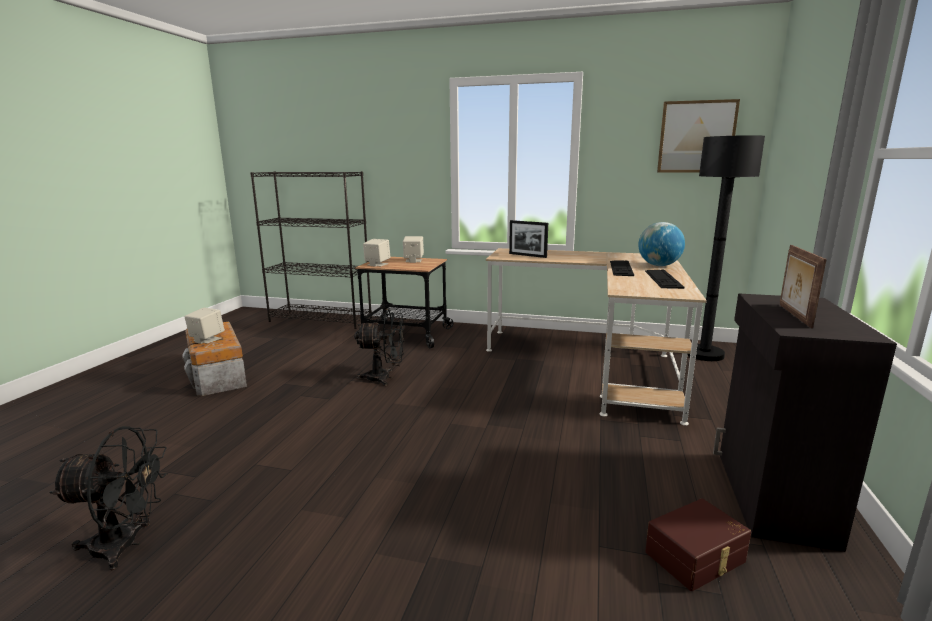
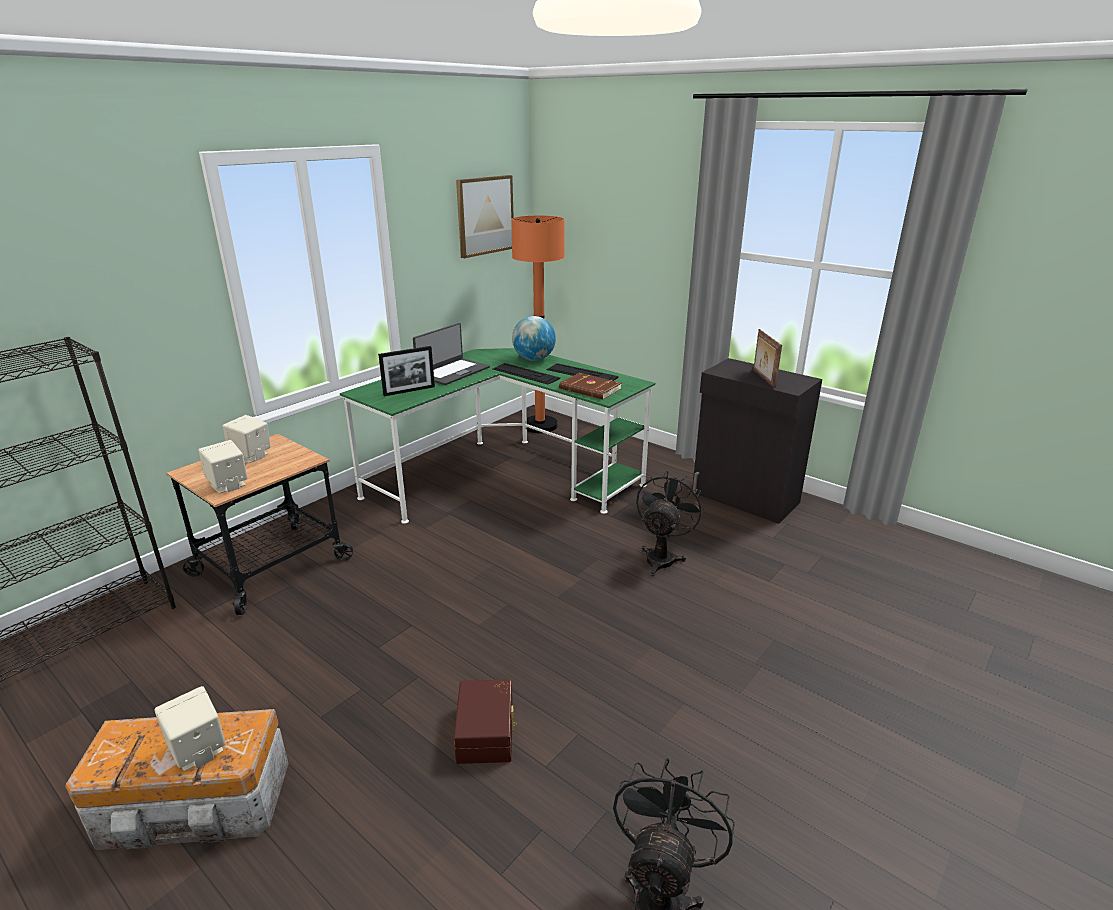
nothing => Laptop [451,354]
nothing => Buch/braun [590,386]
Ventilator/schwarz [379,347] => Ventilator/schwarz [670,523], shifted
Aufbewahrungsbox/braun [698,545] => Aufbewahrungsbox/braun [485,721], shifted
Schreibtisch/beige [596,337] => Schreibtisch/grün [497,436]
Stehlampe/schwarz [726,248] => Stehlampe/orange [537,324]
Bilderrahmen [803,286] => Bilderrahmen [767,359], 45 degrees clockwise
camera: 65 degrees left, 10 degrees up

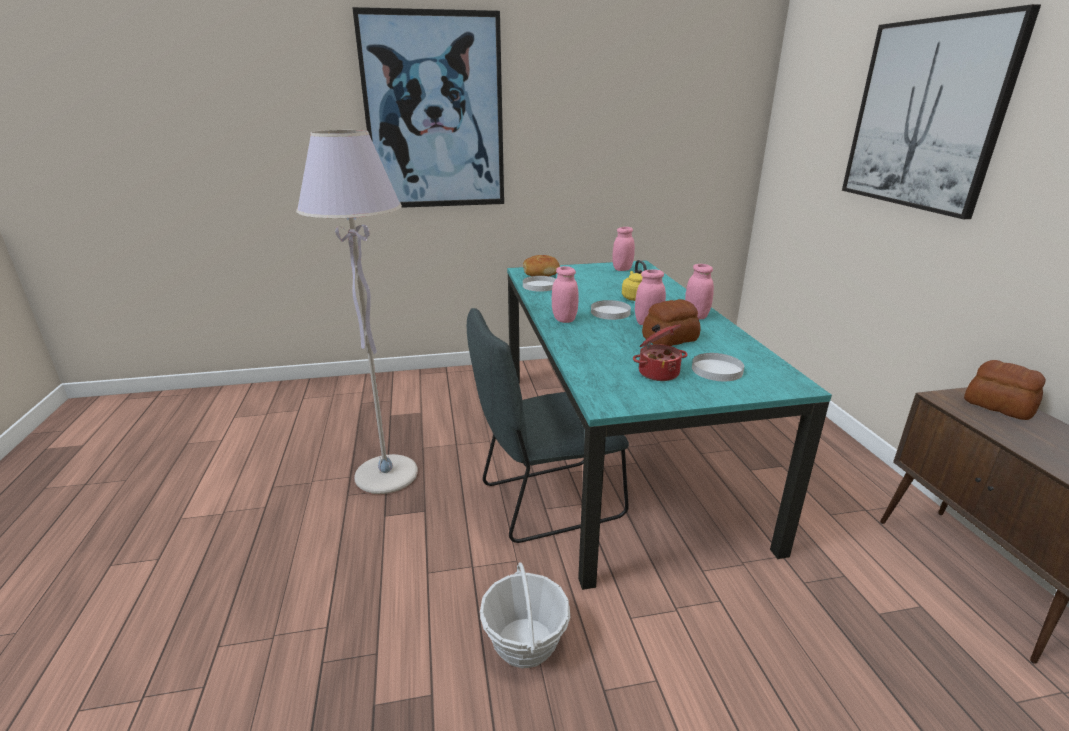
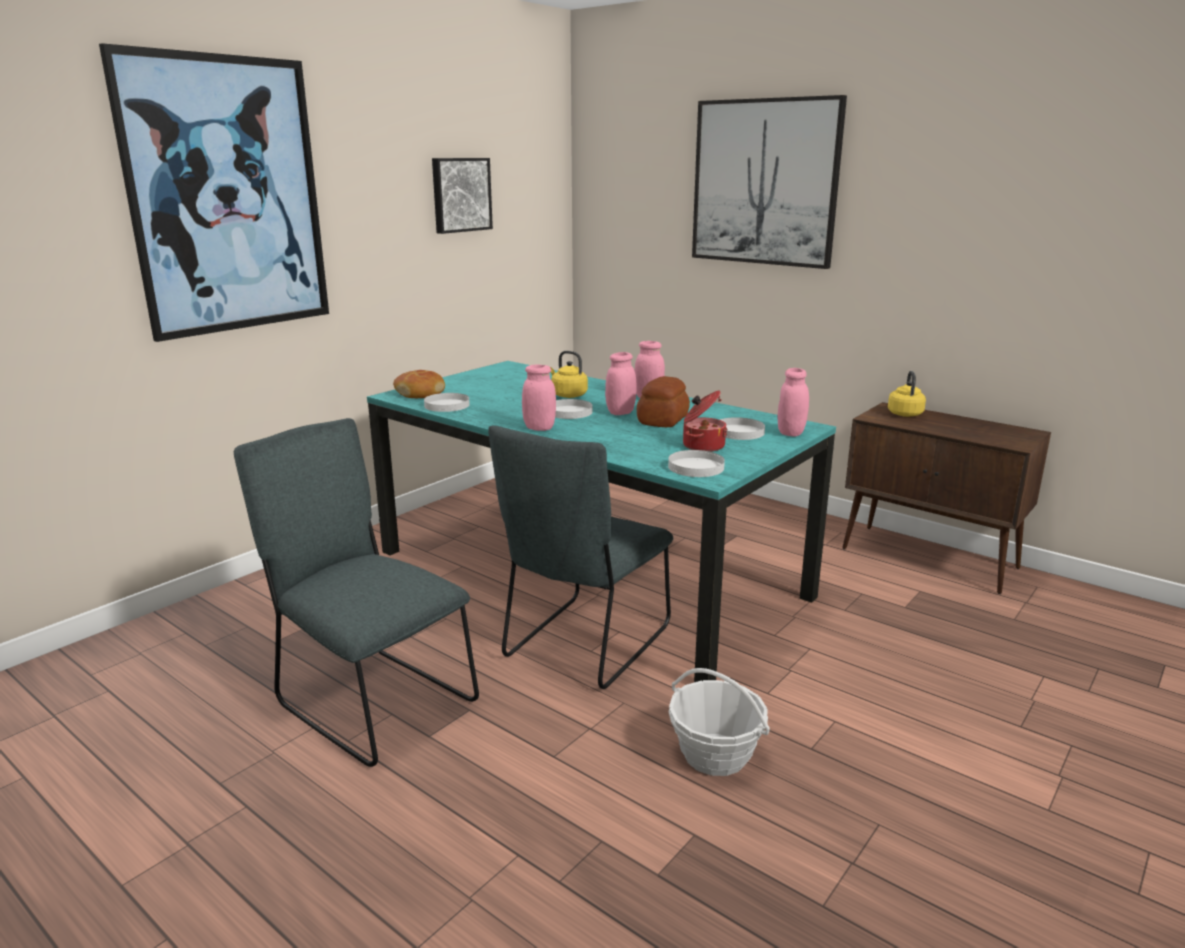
nothing => Bild [462,196]
nothing => Teller/weiß [696,463]
Vorratsglas/rosa [623,249] => Vorratsglas/rosa [793,402], shifted
Stehlampe/grau [357,312] => Stuhl/grau [356,592]
Brot [1005,390] => Wasserkessel/gelb [907,394]
camera: 40 degrees left, 5 degrees down

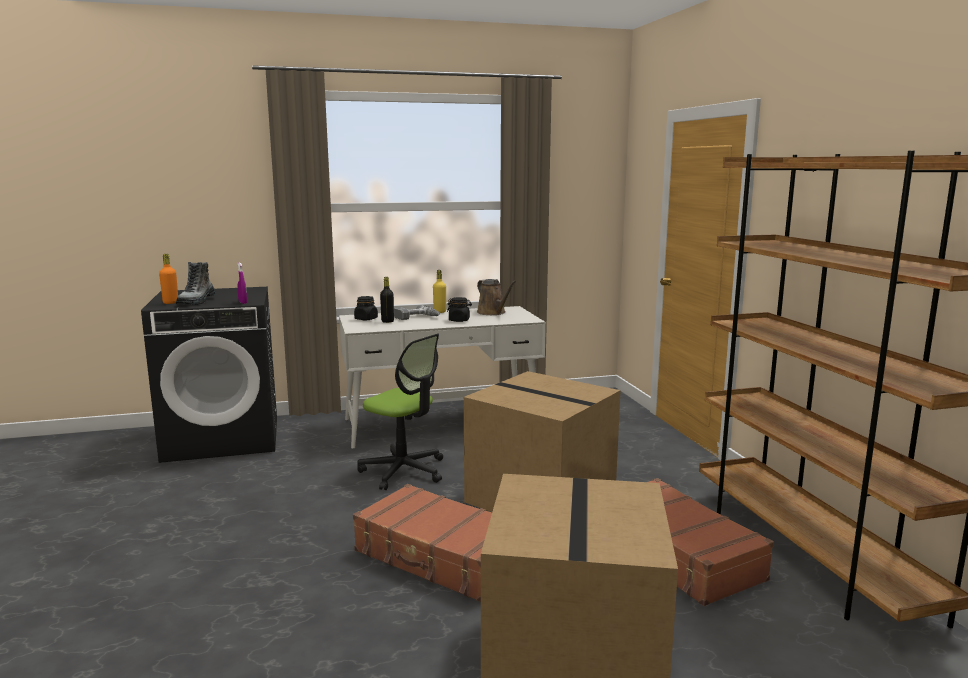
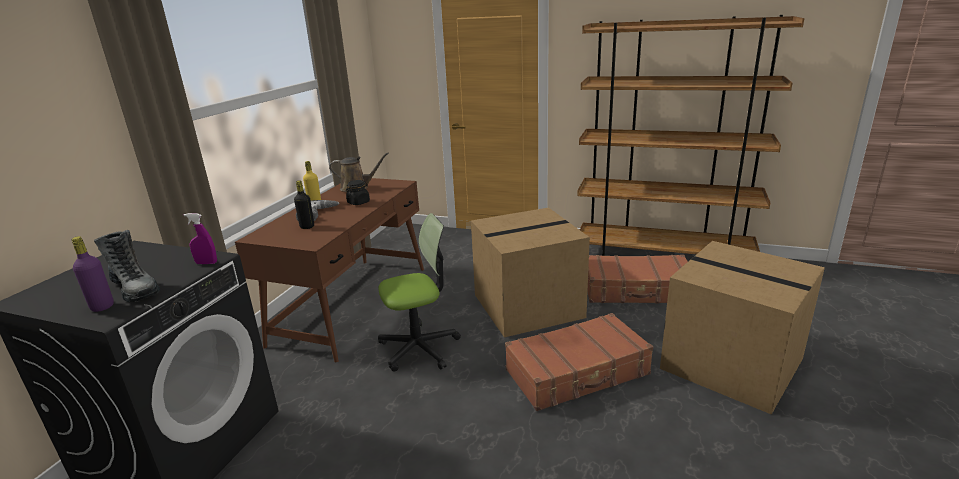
Vorratsglas/schwarz [366,308] => nothing
Flasche/orange [168,279] => Flasche/lila [93,274]
Schreibtisch/weiß [442,377] => Schreibtisch/braun [329,270]
camera: 55 degrees left, 10 degrees up

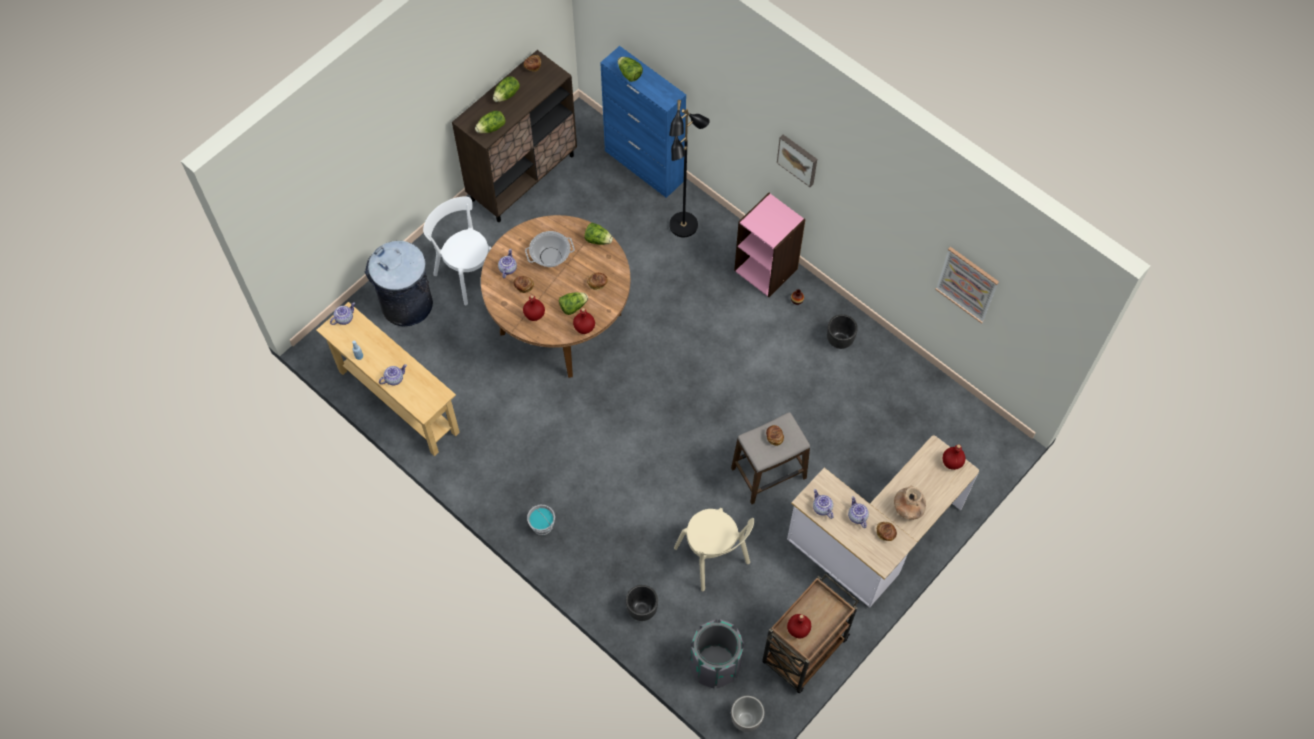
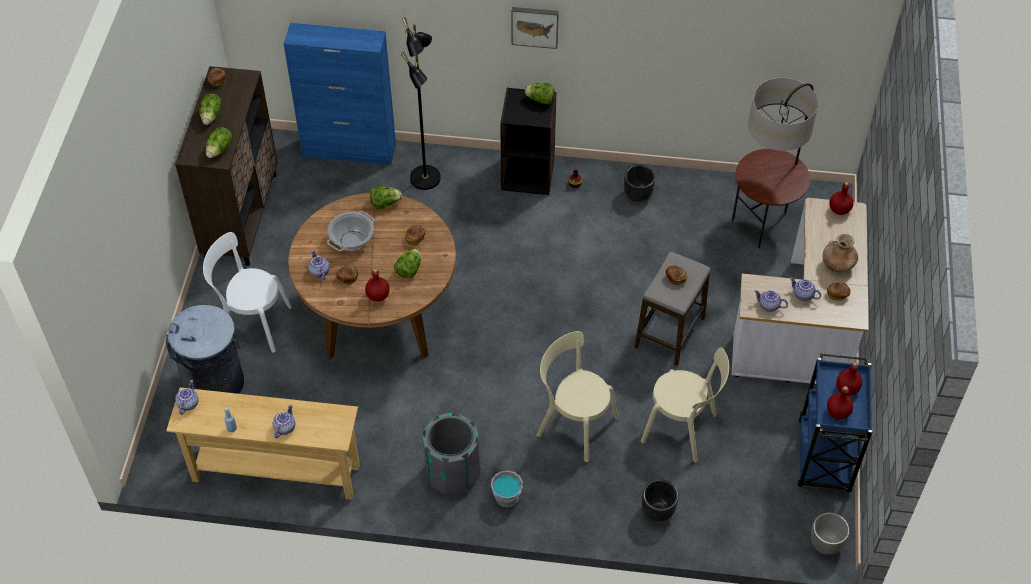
Bild [967,285] => nothing
nothing => Stuhl/beige [577,396]
nothing => Stehlampe [775,163]
Flasche/rot [584,321] => Flasche/rot [849,378], shifted
Salatkopf [630,69] => Salatkopf [539,94], shifted
Mülleimer/grau [717,653] => Mülleimer/grau [451,453], shifted
Bücherregal/rosa [770,245] => Bücherregal/schwarz [528,141]
Rollwagen/braun [810,633] => Rollwagen/blau [835,422]
camera: 35 degrees left, 10 degrees down

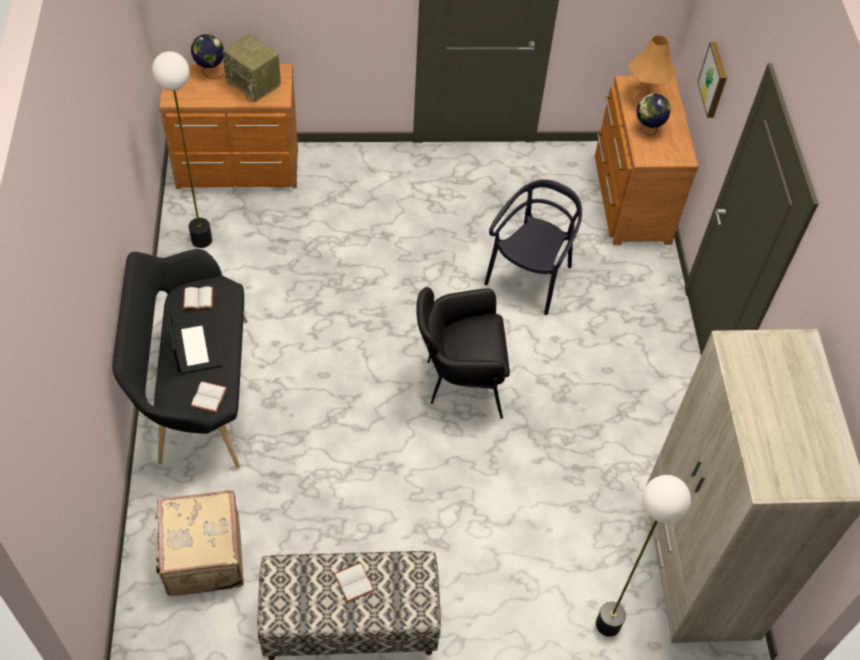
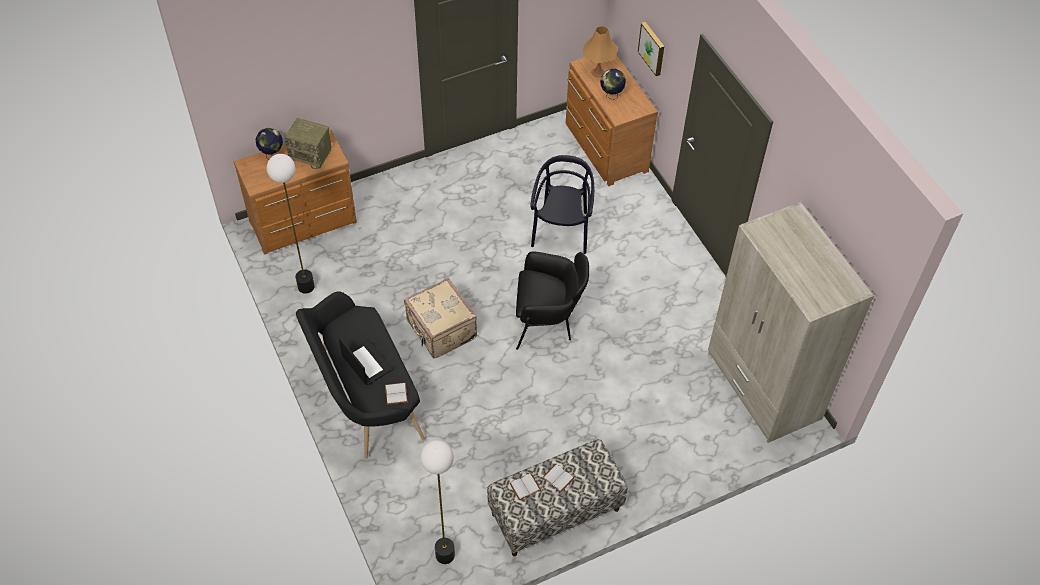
Koffer/beige [199,543] => Koffer/beige [440,318], shifted
Buch/weiß [198,297] => Buch/weiß [525,487], shifted
Stehlampe [643,556] => Stehlampe [437,502], shifted
Sessel/schwarz [463,353] => Sessel/schwarz [552,300], 150 degrees counterclockwise
camera: 20 degrees left, 0 degrees up

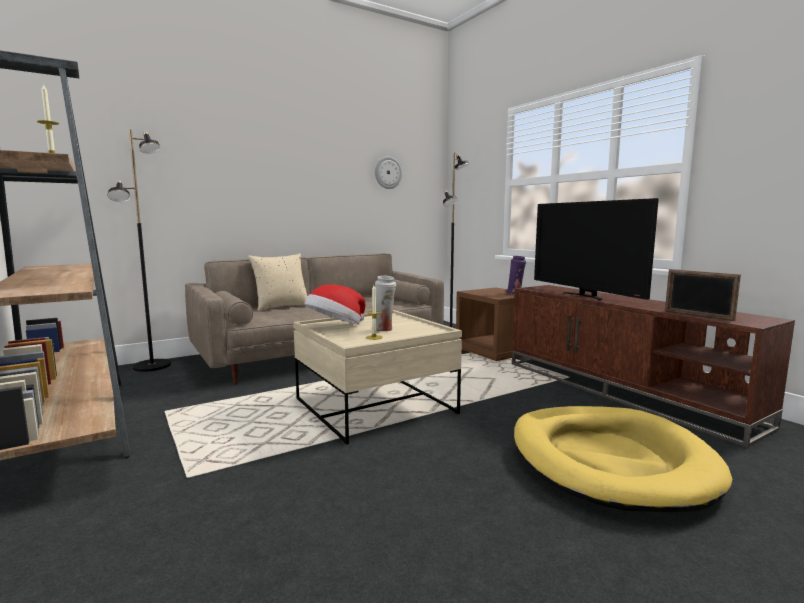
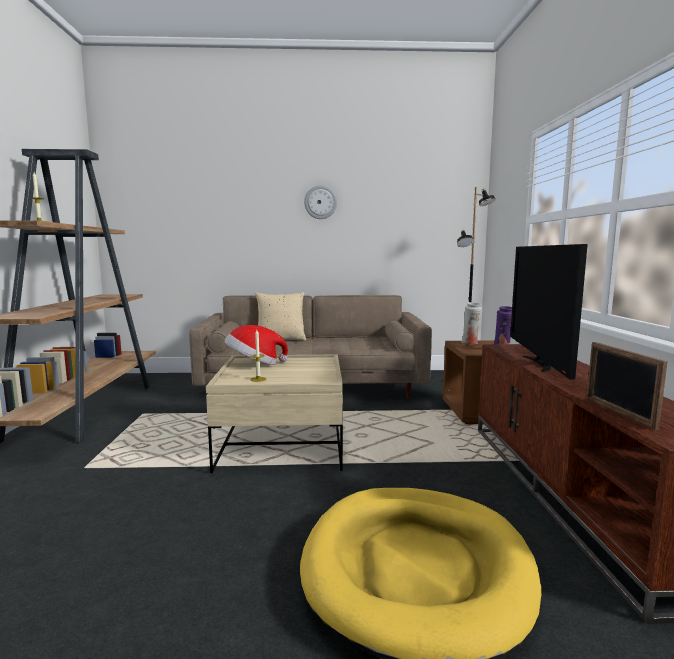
Stehlampe/schwarz [139,250] => nothing
Wanduhr [388,172] => Wanduhr [320,202], shifted
Vase/weiß [385,303] => Vase/weiß [471,323], shifted
camera: 30 degrees right, 0 degrees up

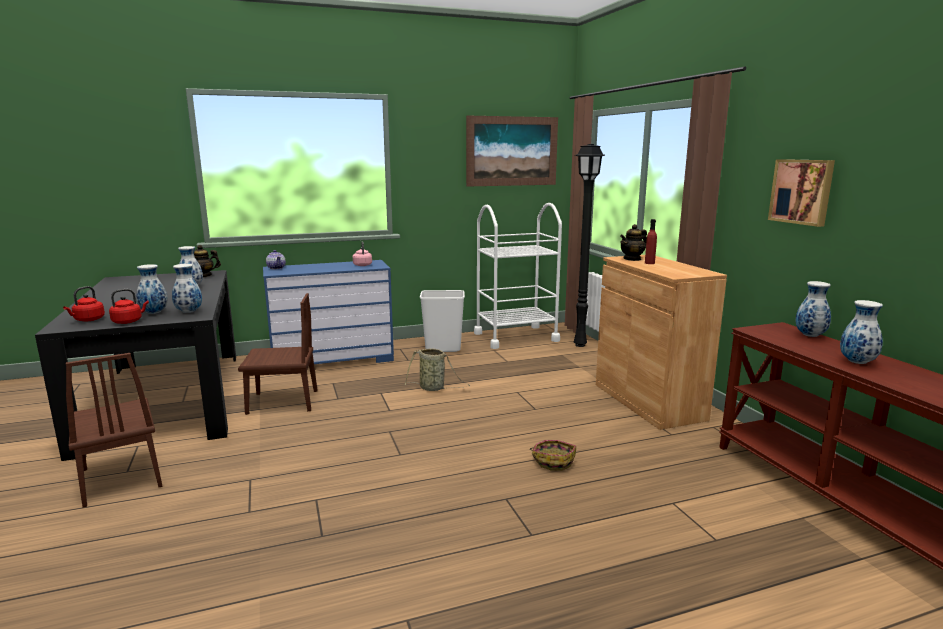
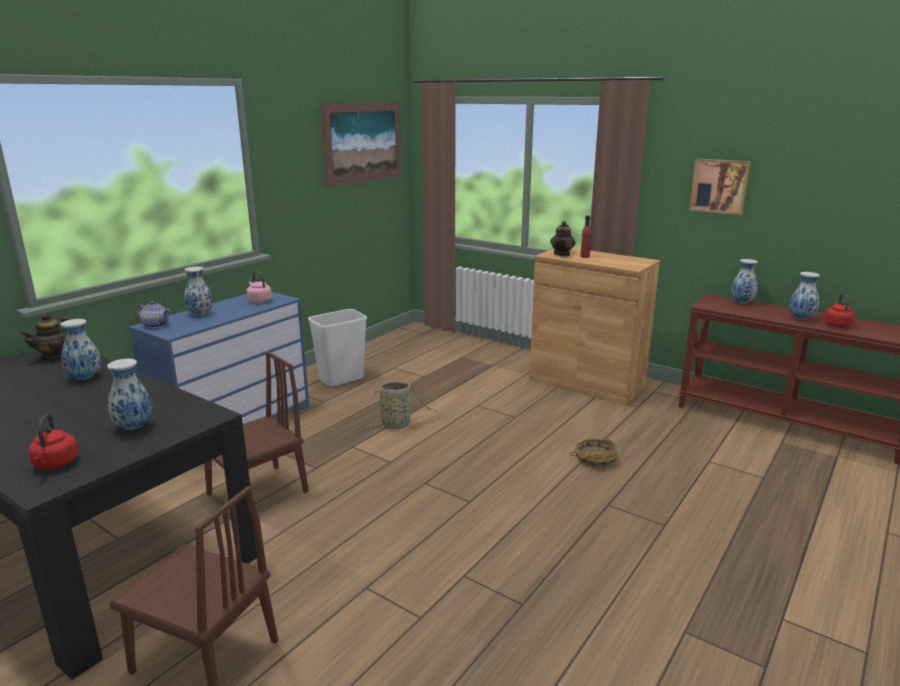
Rollwagen/weiß [518,276] => nothing
Stehlampe/schwarz [589,245] => nothing
Wasserkessel/rot [129,306] => Wasserkessel/rot [839,310], shifted
Vase [187,288] => Vase [198,291], shifted
camera: 35 degrees left, 5 degrees up

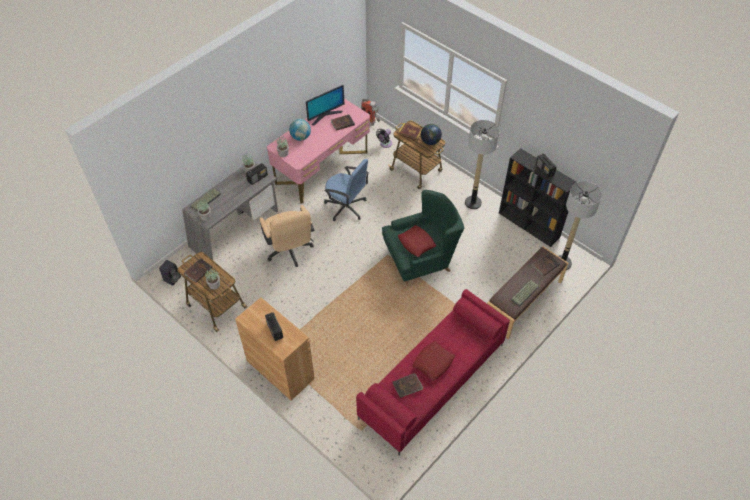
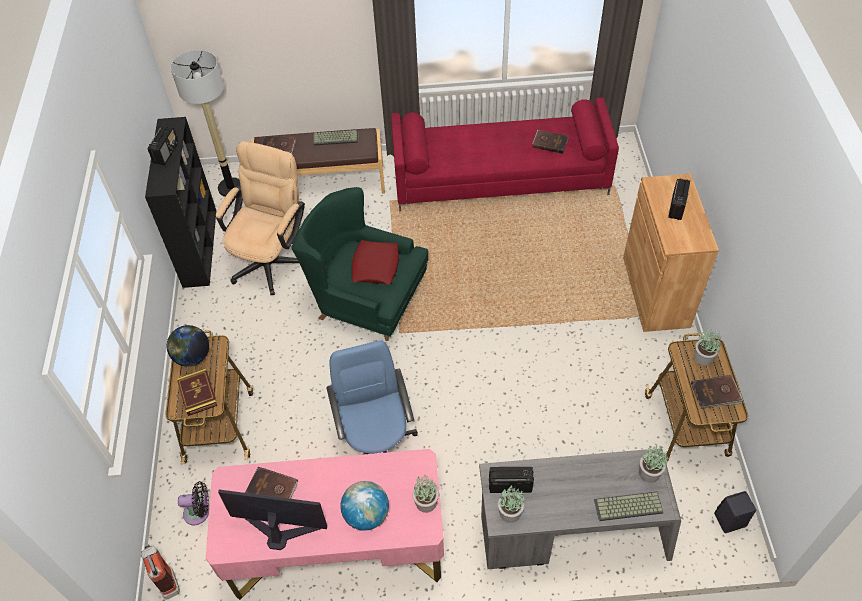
Kissen/rot [433,361] => nothing
Stehlampe [482,164] => nothing
Bürostuhl/beige [287,236] => Bürostuhl/beige [260,218], shifted
camera: 135 degrees left, 0 degrees up

